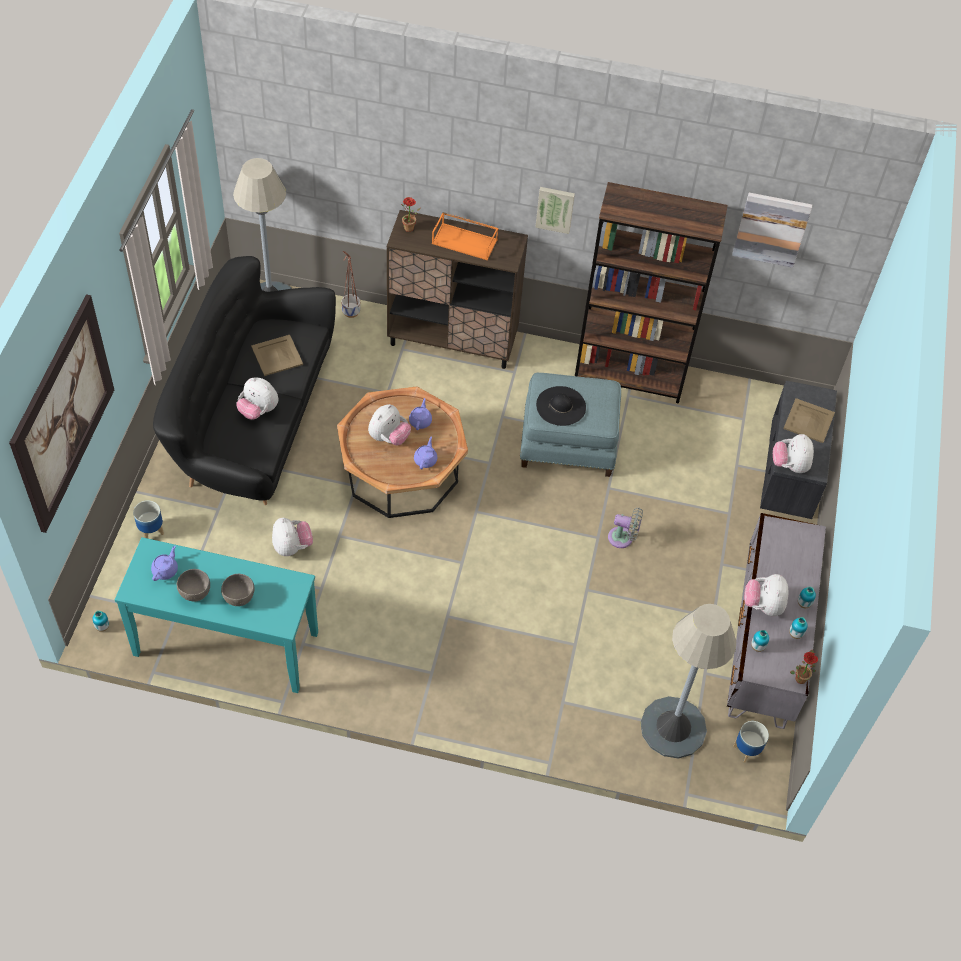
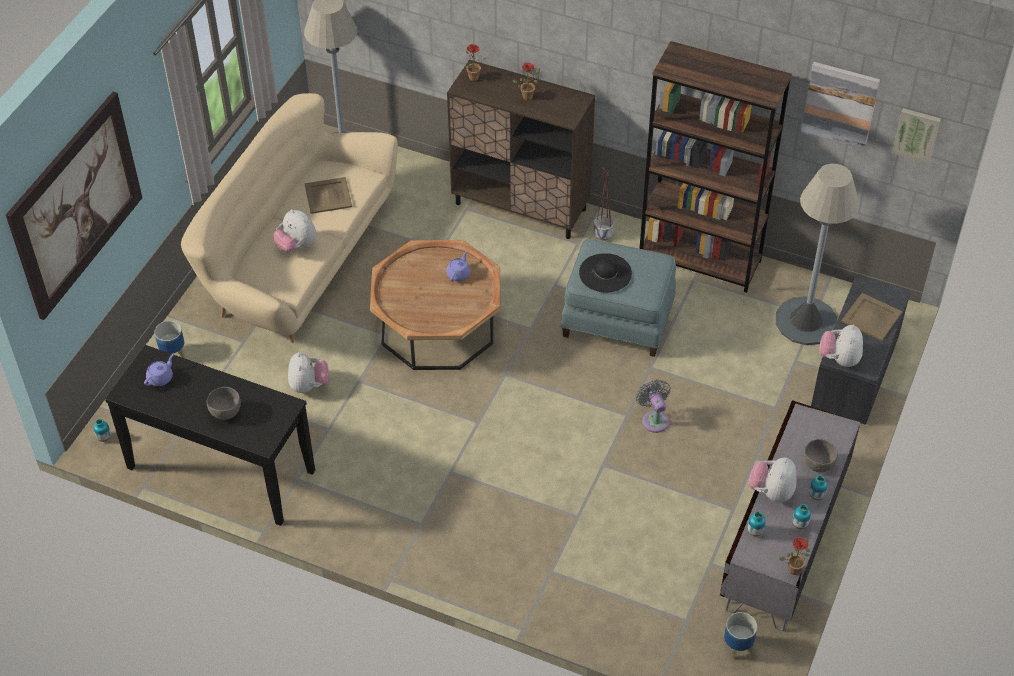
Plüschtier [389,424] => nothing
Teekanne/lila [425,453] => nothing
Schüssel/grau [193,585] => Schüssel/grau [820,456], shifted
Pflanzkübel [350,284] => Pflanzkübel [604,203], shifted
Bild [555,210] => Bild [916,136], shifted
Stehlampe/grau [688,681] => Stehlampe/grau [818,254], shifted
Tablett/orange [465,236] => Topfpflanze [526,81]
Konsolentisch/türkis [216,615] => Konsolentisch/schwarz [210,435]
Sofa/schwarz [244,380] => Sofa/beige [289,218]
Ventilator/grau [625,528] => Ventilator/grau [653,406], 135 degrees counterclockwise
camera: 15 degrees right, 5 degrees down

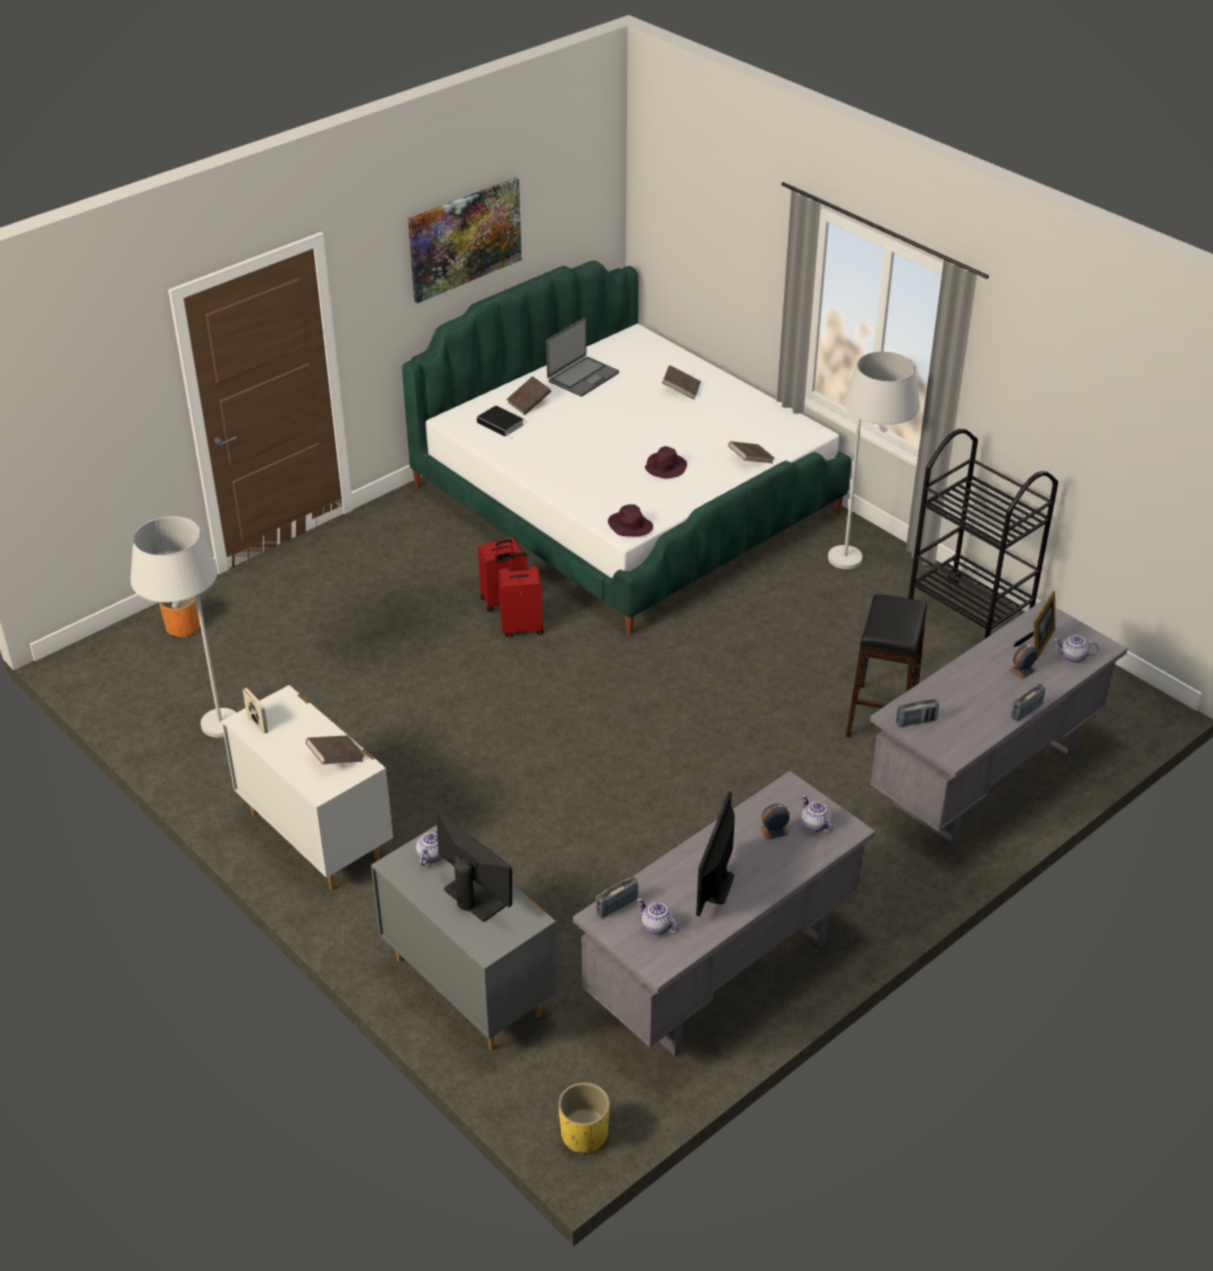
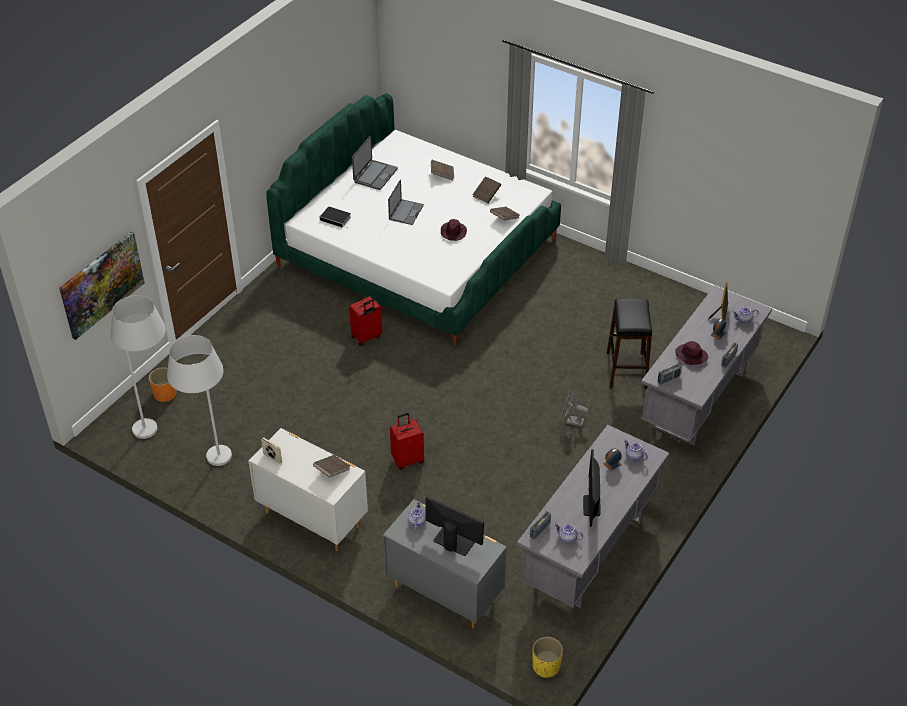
Rollwagen/schwarz [983,534] => nothing
nothing => Laptop [406,202]
nothing => Ventilator/grau [575,409]
Bild [465,240] => Bild [102,286], shifted
Koffer/rot [520,594] => Koffer/rot [407,441], shifted
Buch/braun [528,395] => Buch/braun [486,189], shifted
Hut/lila [630,520] => Hut/lila [691,353], shifted
Stehlampe/weiß [874,460] => Stehlampe/weiß [138,367], shifted
camera: 15 degrees left, 5 degrees up

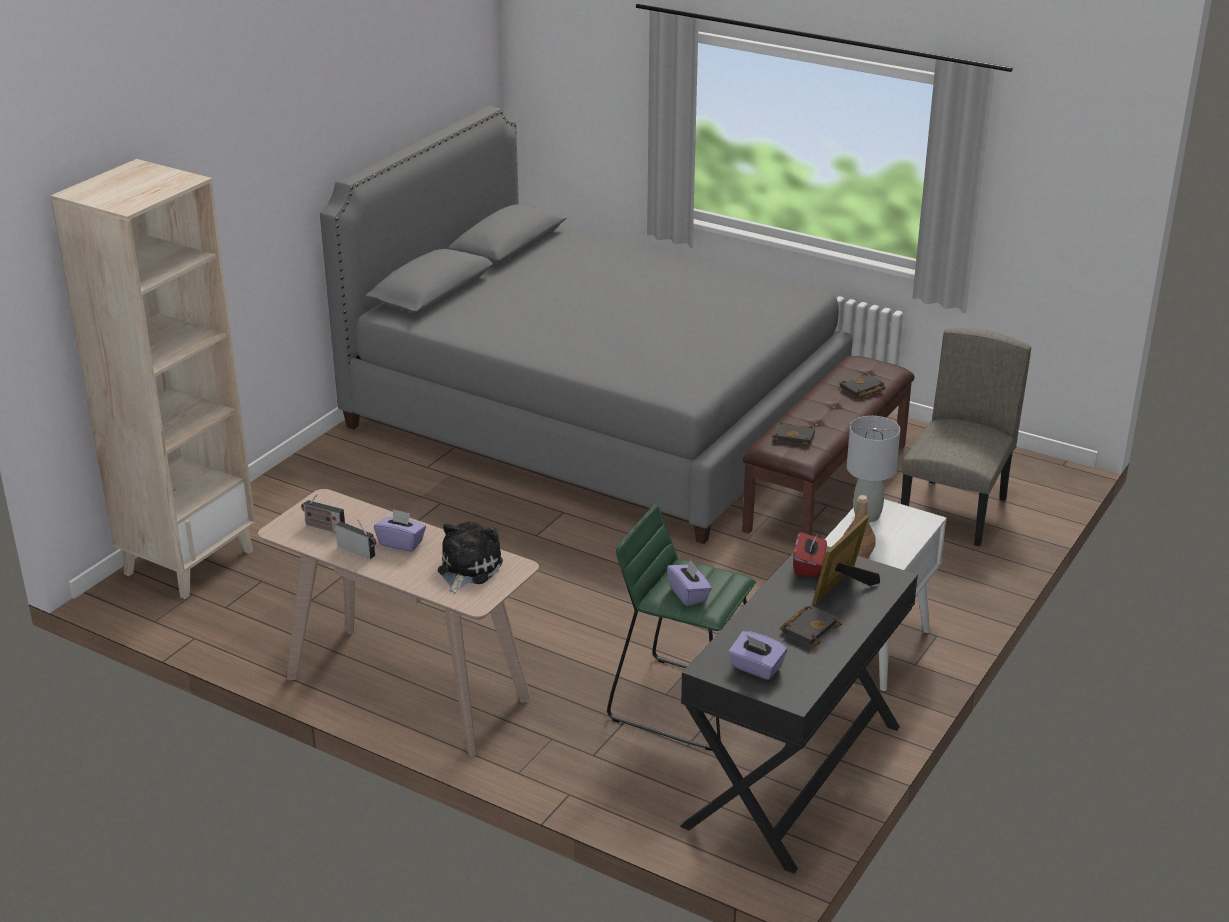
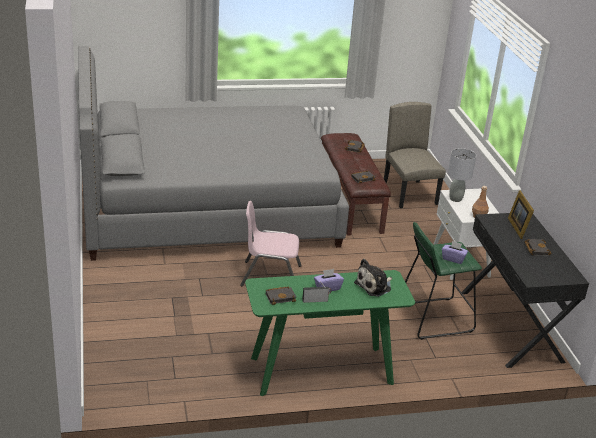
Bücherregal/beige [153,379] => nothing
Taschentuchbox/lila [758,655] => nothing
Taschentuchbox/rot [810,555] => nothing
nothing => Stuhl/rosa [271,243]
Radio [323,513] => Buch/schwarz [281,295]
Konsolentisch/beige [398,622] => Konsolentisch/grün [330,333]
Plüschtier [470,558] => Plüschtier [373,278], 105 degrees counterclockwise
camera: 45 degrees left, 0 degrees up

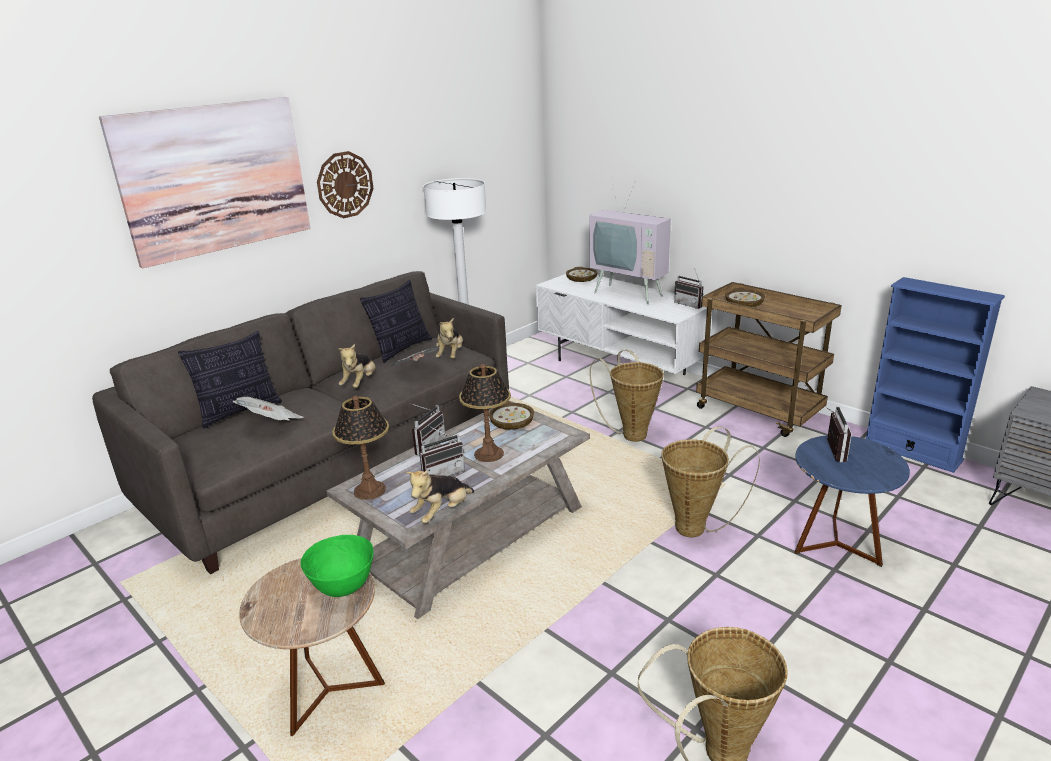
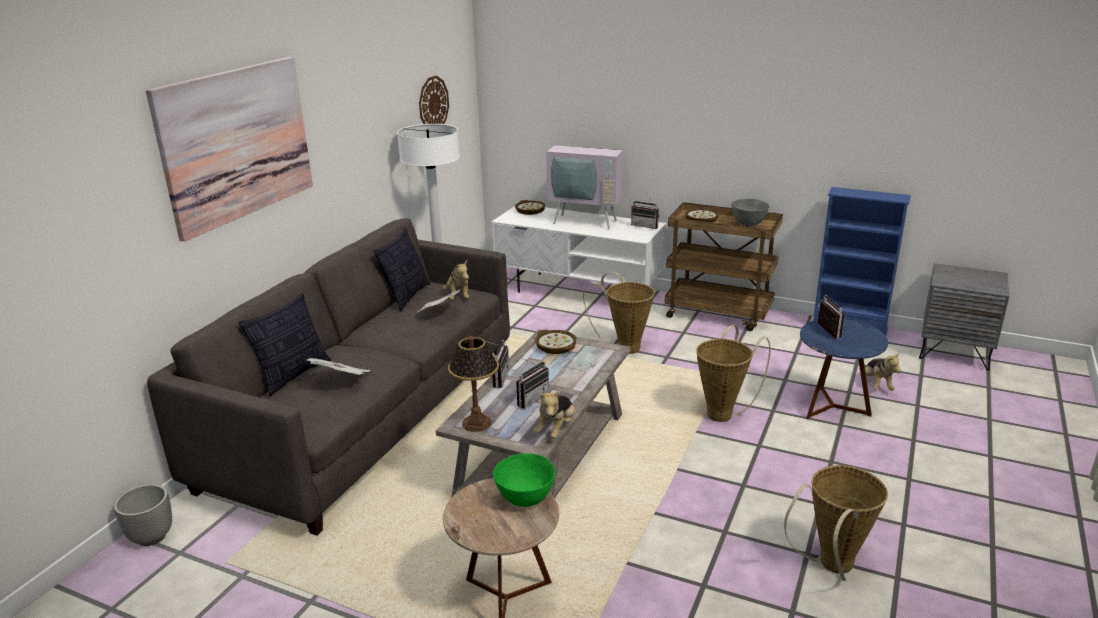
Tischlampe [485,413] => nothing
nothing => Pflanzkübel [143,515]
nothing => Schüssel/grau [750,212]
Wanduhr [345,184] => Wanduhr [434,99], shifted
Plüschtier [357,366] => Plüschtier [883,371], shifted
camera: 20 degrees left, 0 degrees up

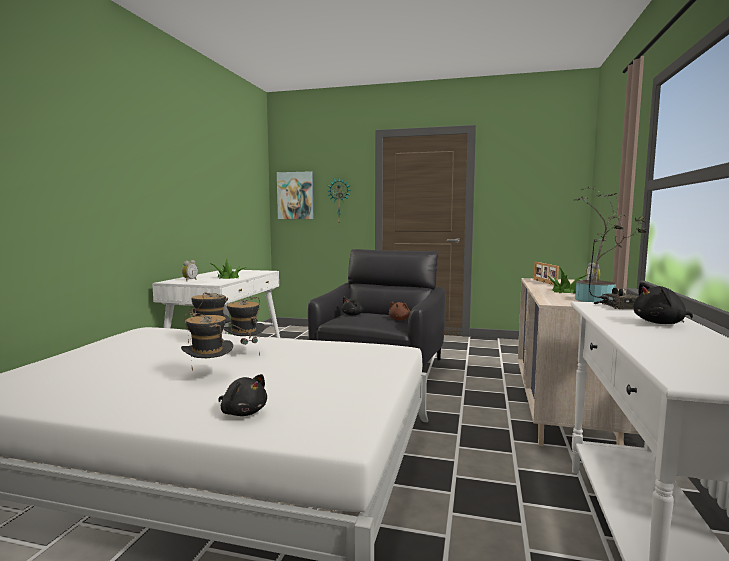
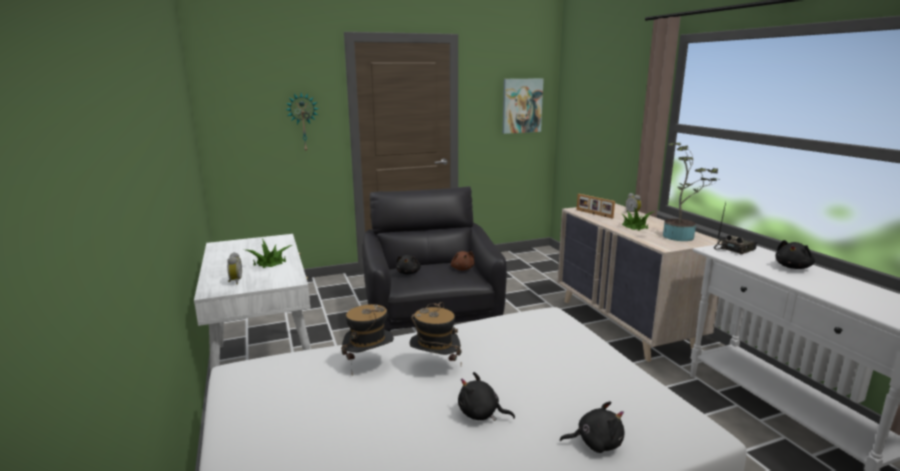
Bild [295,195] => Bild [523,106], shifted
Hut [207,342] => Plüschtier/schwarz [486,396]
camera: 35 degrees left, 10 degrees up

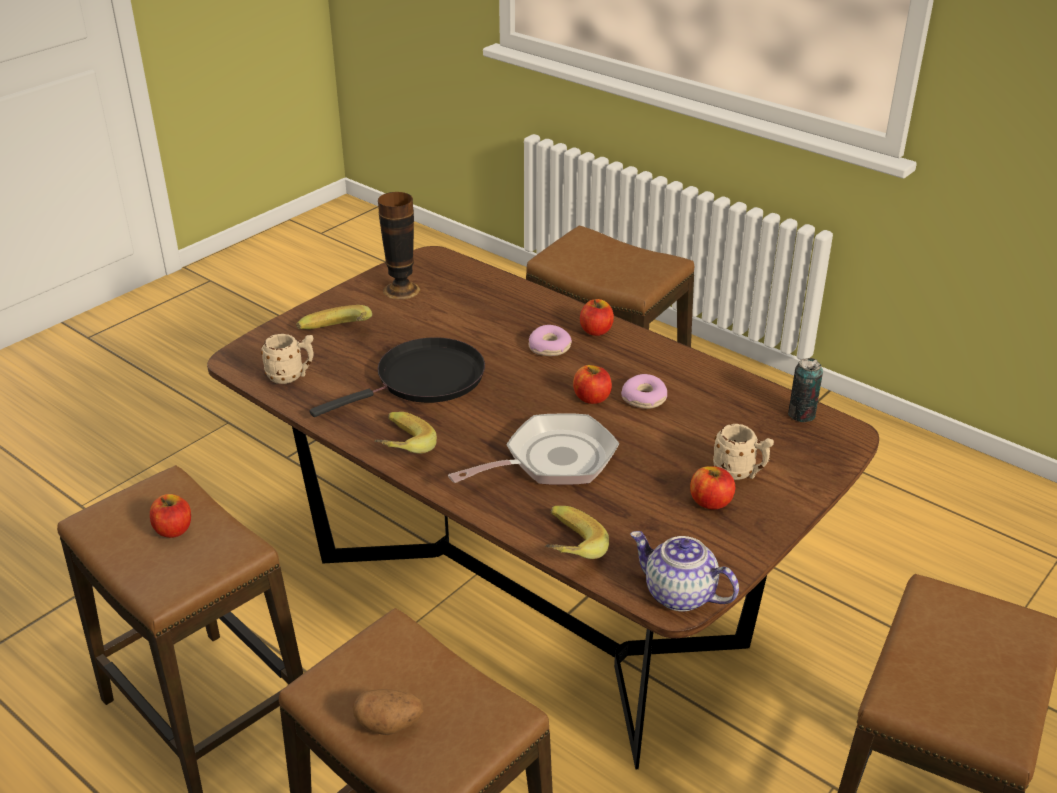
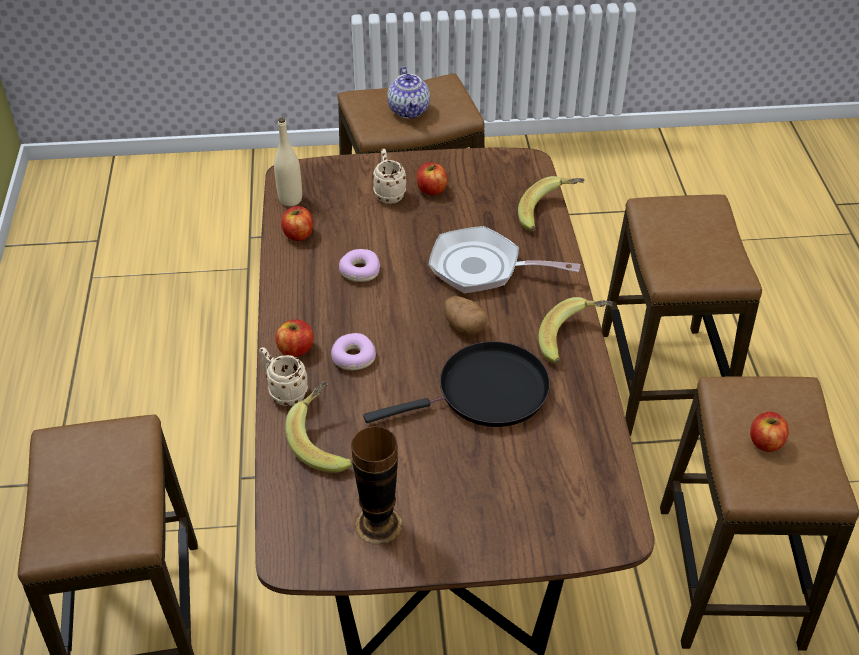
Henkelbecher/beige [287,359] => Henkelbecher/beige [283,376], shifted
Banane [334,317] => Banane [319,427], shifted
Kartoffel [388,712] => Kartoffel [465,315], shifted
Apfel [592,384] => Apfel [297,223], shifted
Teekanne [684,571] => Teekanne [408,93], shifted
Dose [805,390] => Flasche/beige [288,162]
Pfanne/schwarz [397,377] => Pfanne/schwarz [456,384], 150 degrees clockwise
camera: 135 degrees left, 10 degrees up

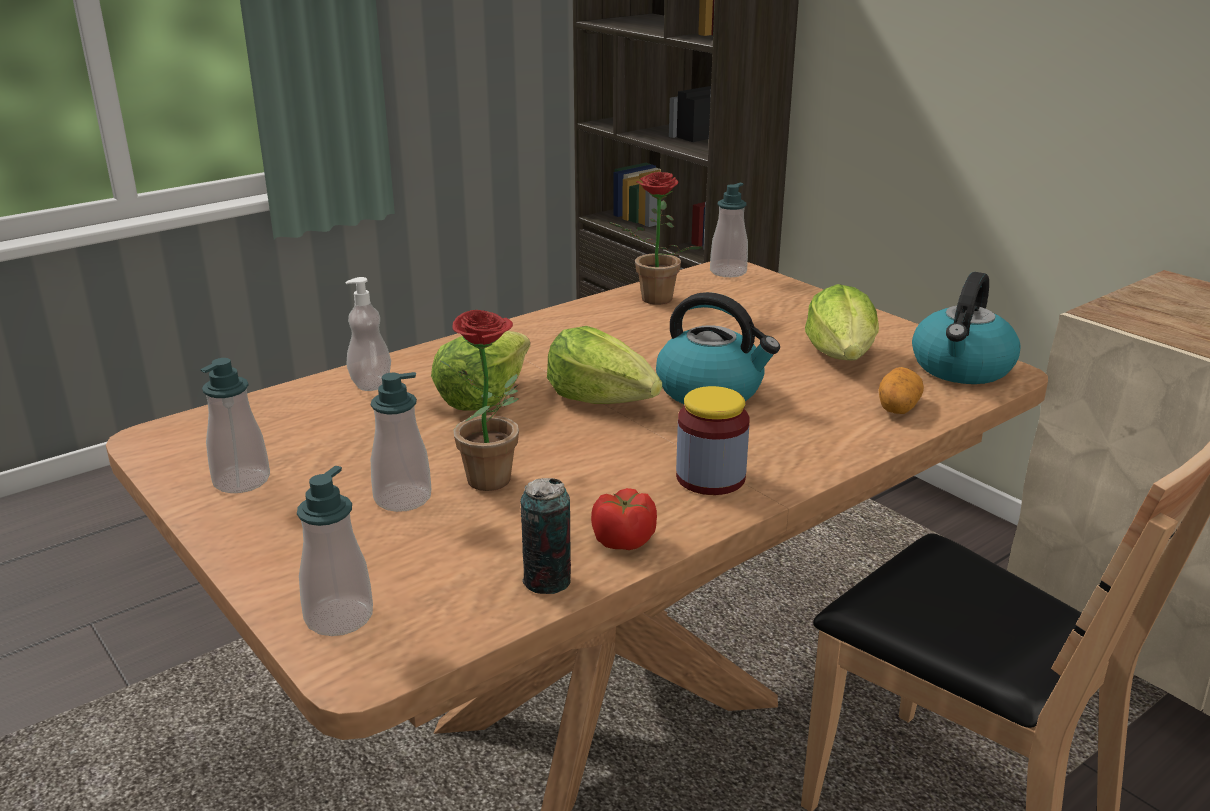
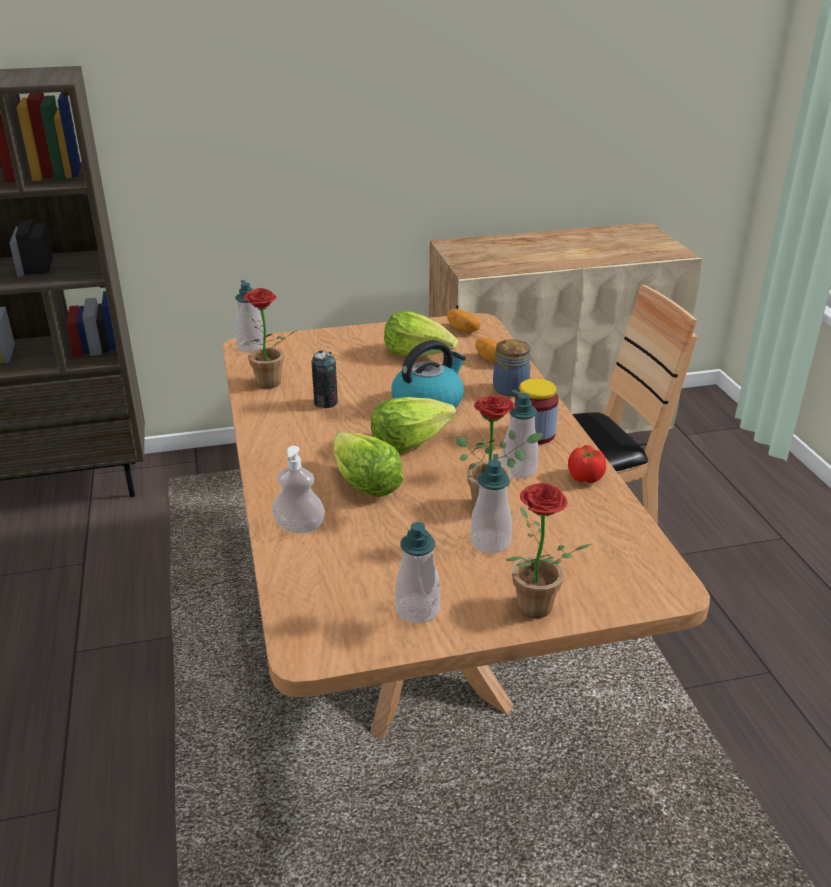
nothing => Vorratsglas [512,368]
nothing => Topfpflanze [548,550]
Seifenspender [335,551] => Seifenspender [519,434], shifted
Dose [545,536] => Dose [325,379], shifted
Wasserkessel [966,328] => Kartoffel [464,321]
camera: 65 degrees left, 5 degrees up

